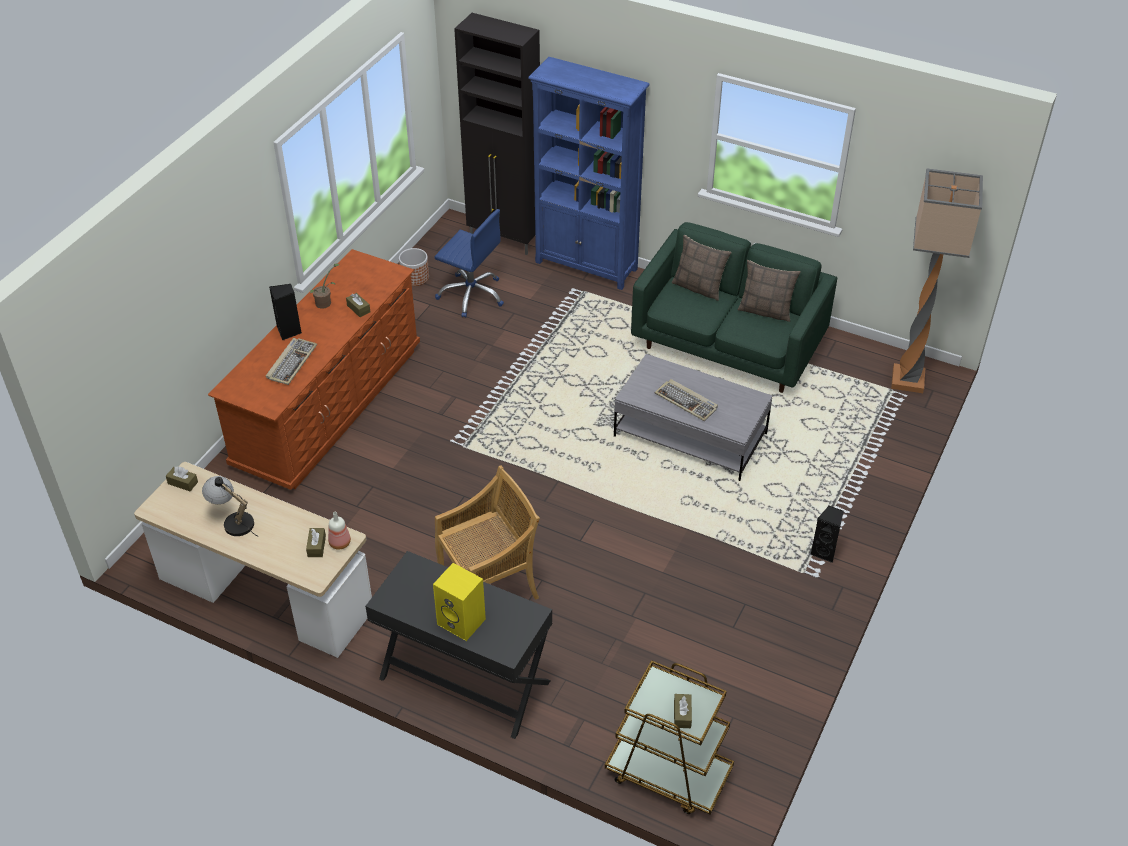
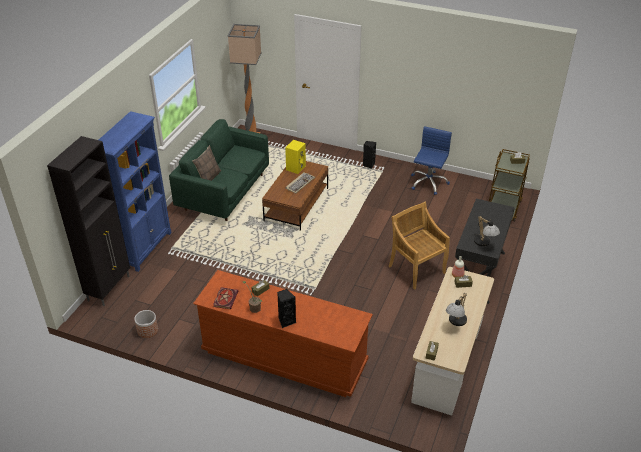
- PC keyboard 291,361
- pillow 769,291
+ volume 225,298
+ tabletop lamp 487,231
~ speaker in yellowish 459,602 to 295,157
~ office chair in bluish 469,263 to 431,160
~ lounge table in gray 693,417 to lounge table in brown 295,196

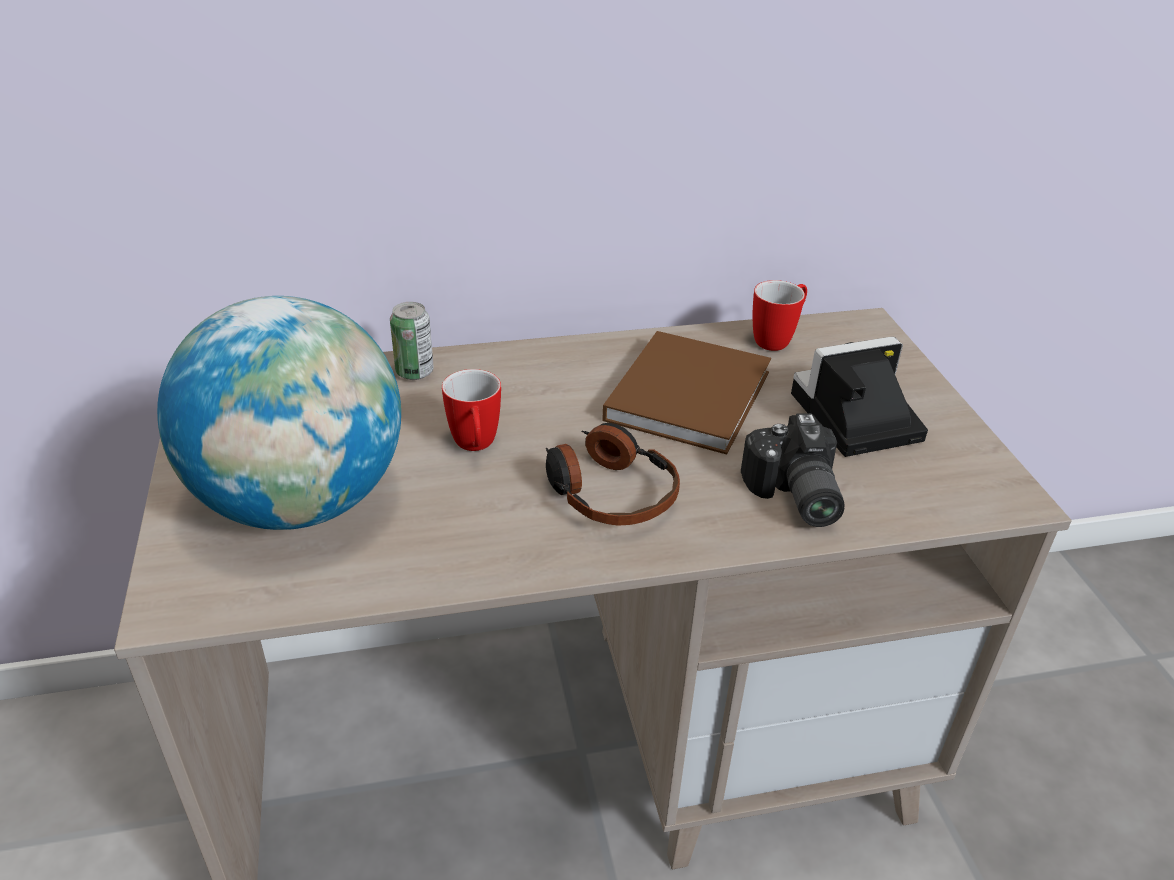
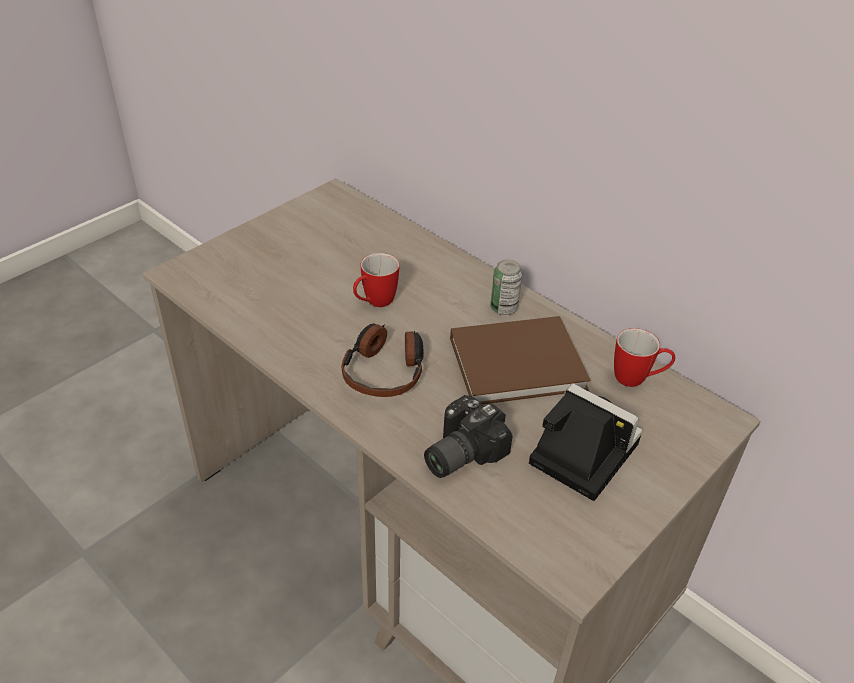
- desk globe 279,413
~ sealed can 412,341 to 506,287

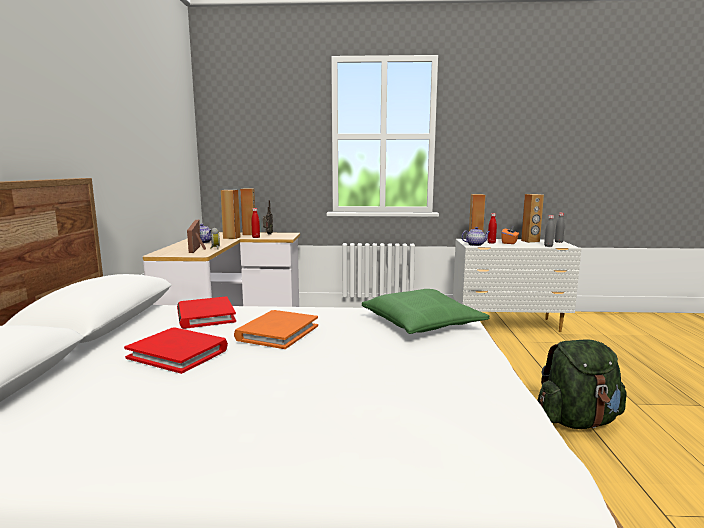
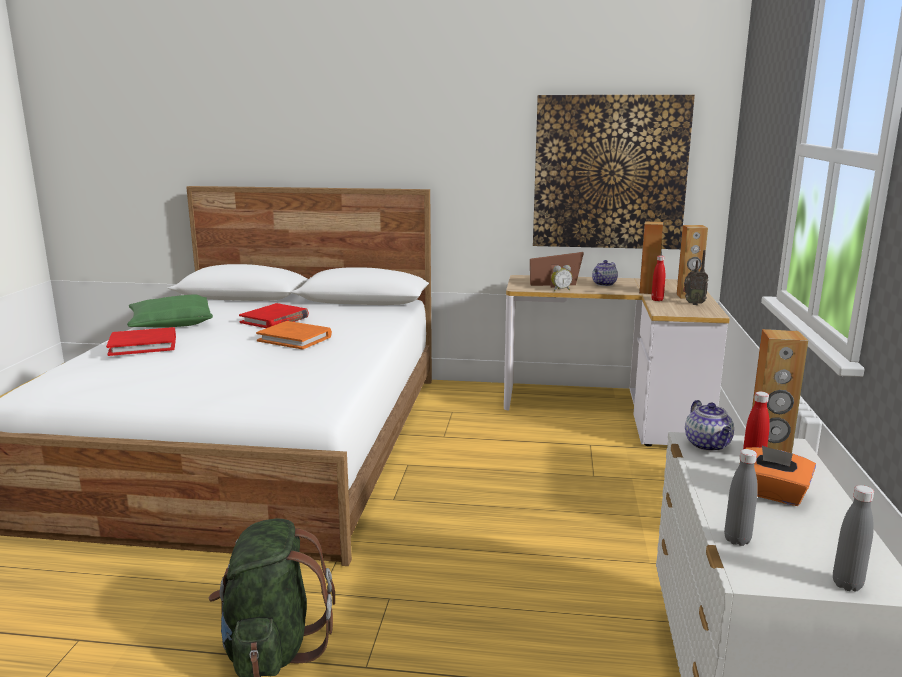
- speaker in brown 532,218
+ wall picture 614,172
~ volume in red-coloured 206,312 to 141,341
~ pillow in greenish 426,311 to 170,311

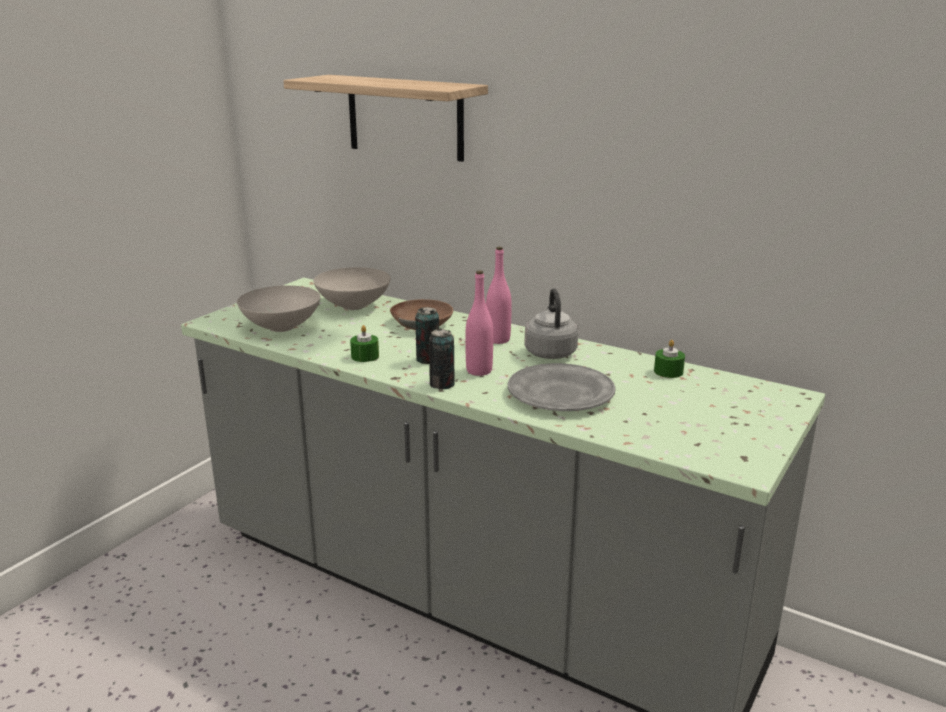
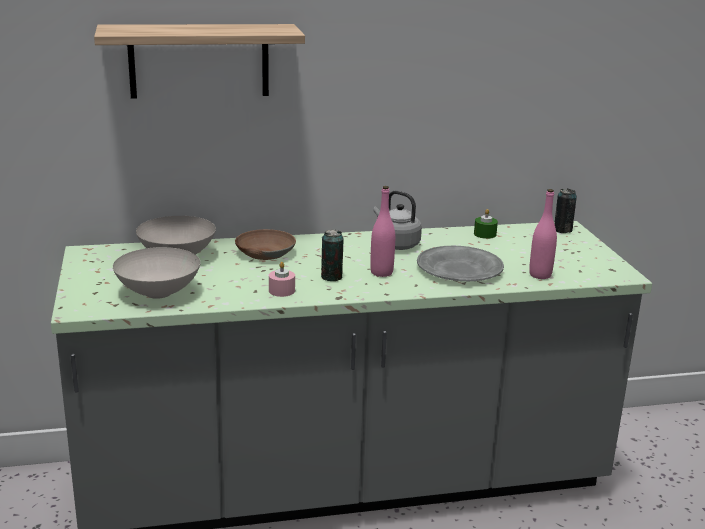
~ sealed can 442,358 to 565,210
~ drink bottle in pink 499,295 to 543,234
~ candle in greenish 364,343 to candle in pink 282,279

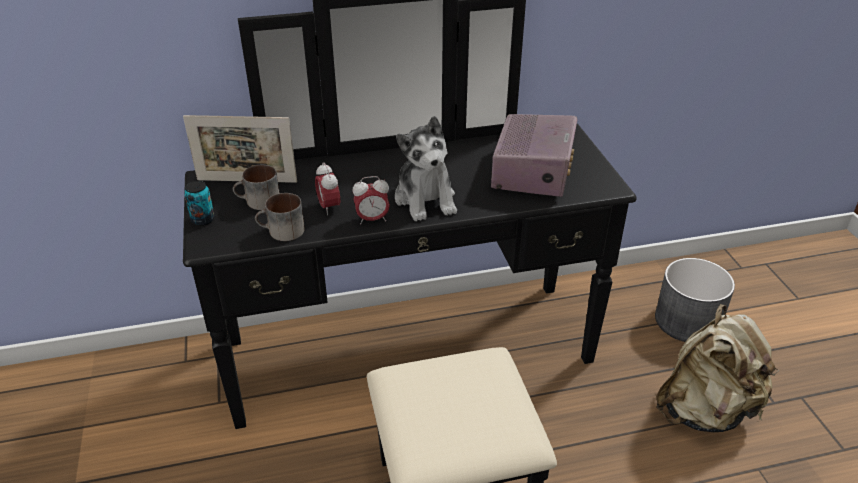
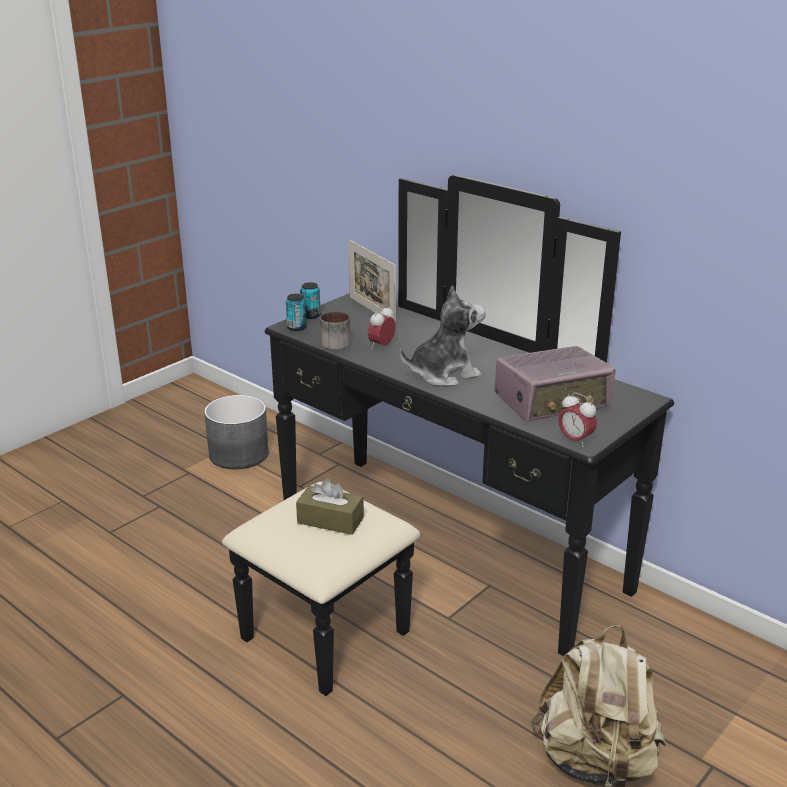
- coffee mug 256,187
+ sealed can 296,312
+ box of tissues in brown 330,506
~ alarm clock 371,200 to 578,419
~ flower pot in gray 695,300 to 236,432
~ plush toy 426,168 = 442,336 150 degrees counterclockwise

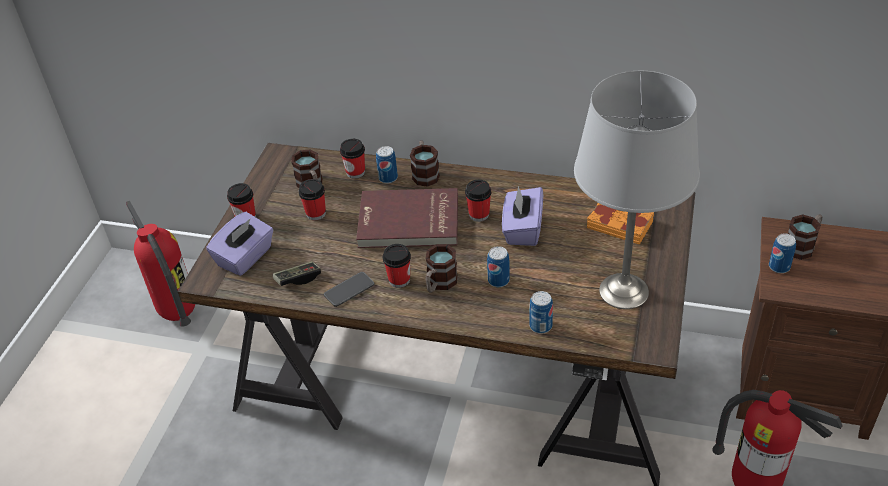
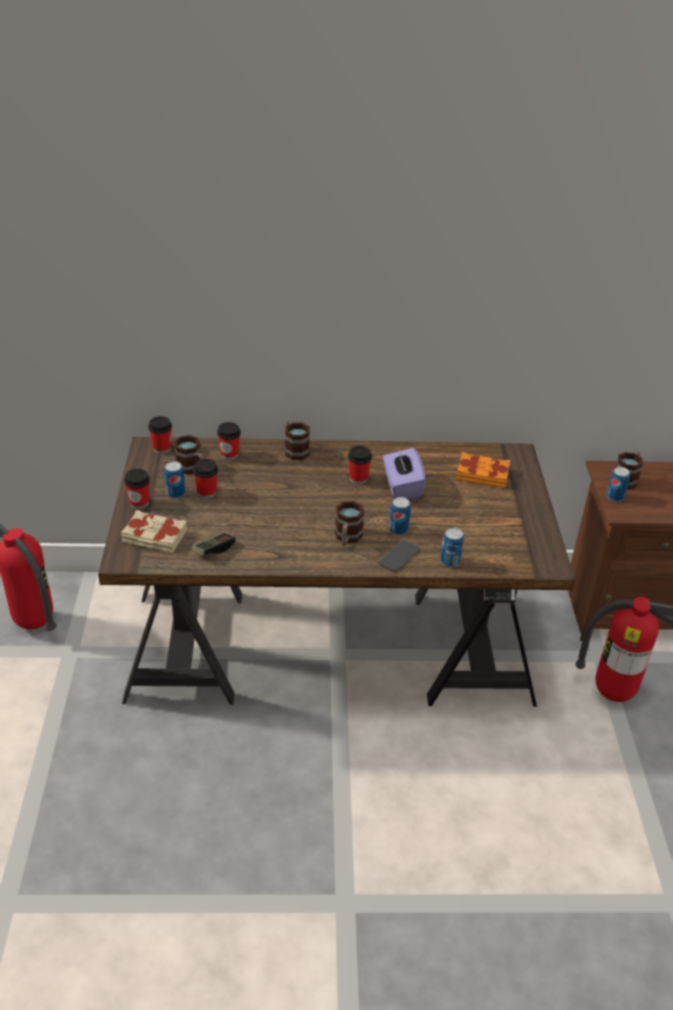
- volume in red-coloured 407,218
- tabletop lamp in gray 637,190
~ phone 349,289 to 399,556
~ sealed can 387,165 to 174,480
~ small cup 397,266 to 160,435
~ box of tissues in purple-coloured 239,244 to volume in sand-coloured 154,531

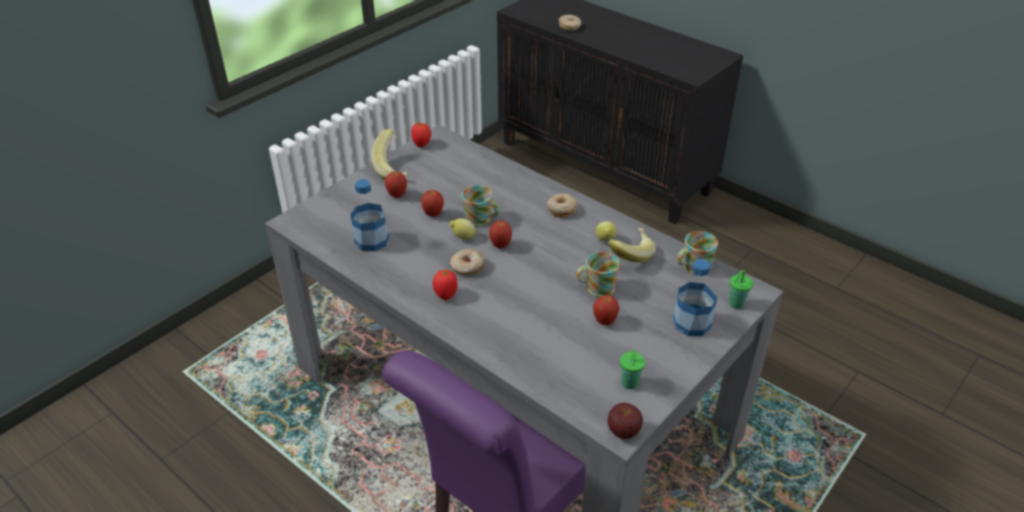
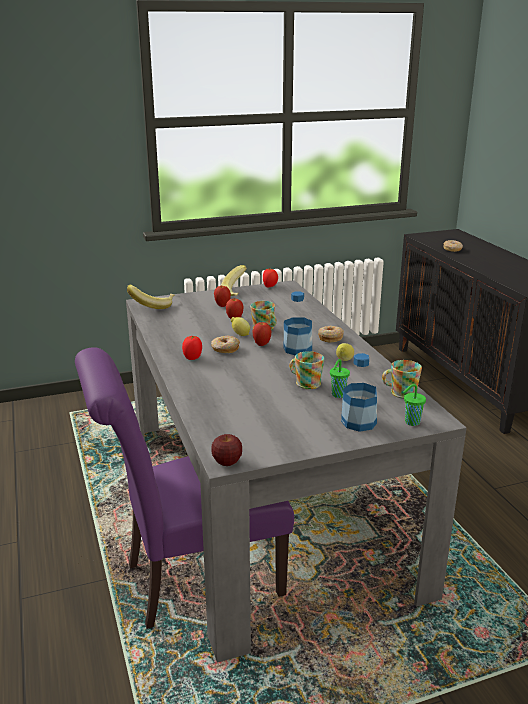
- apple 606,310
~ drink bottle 369,215 to 298,323
~ banana 632,245 to 151,297
~ small cup in greenish 632,369 to 340,378

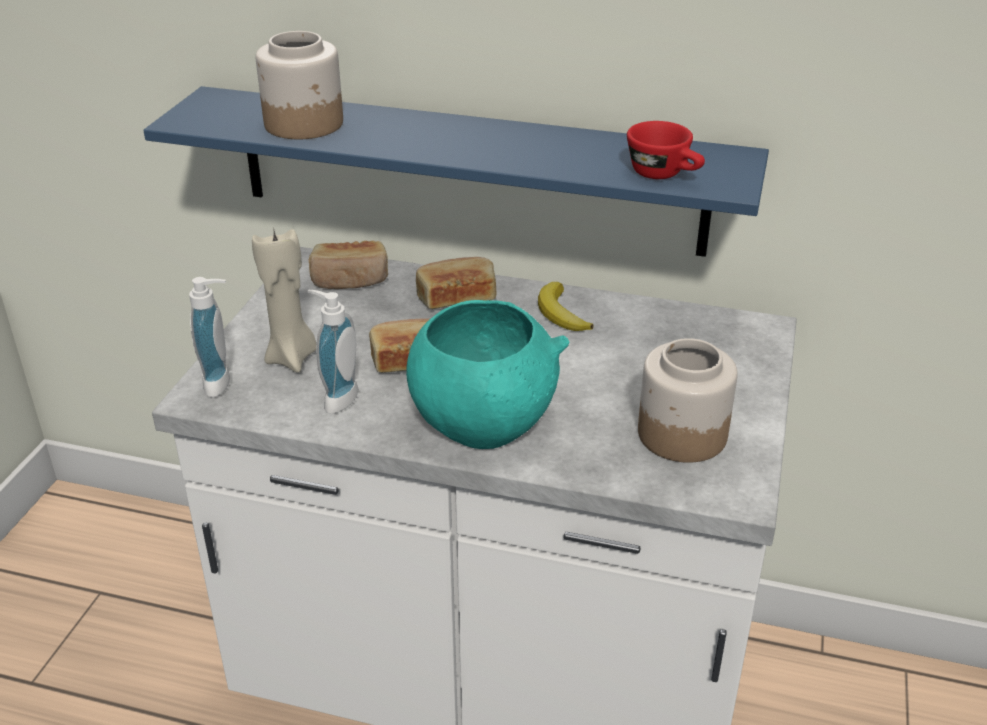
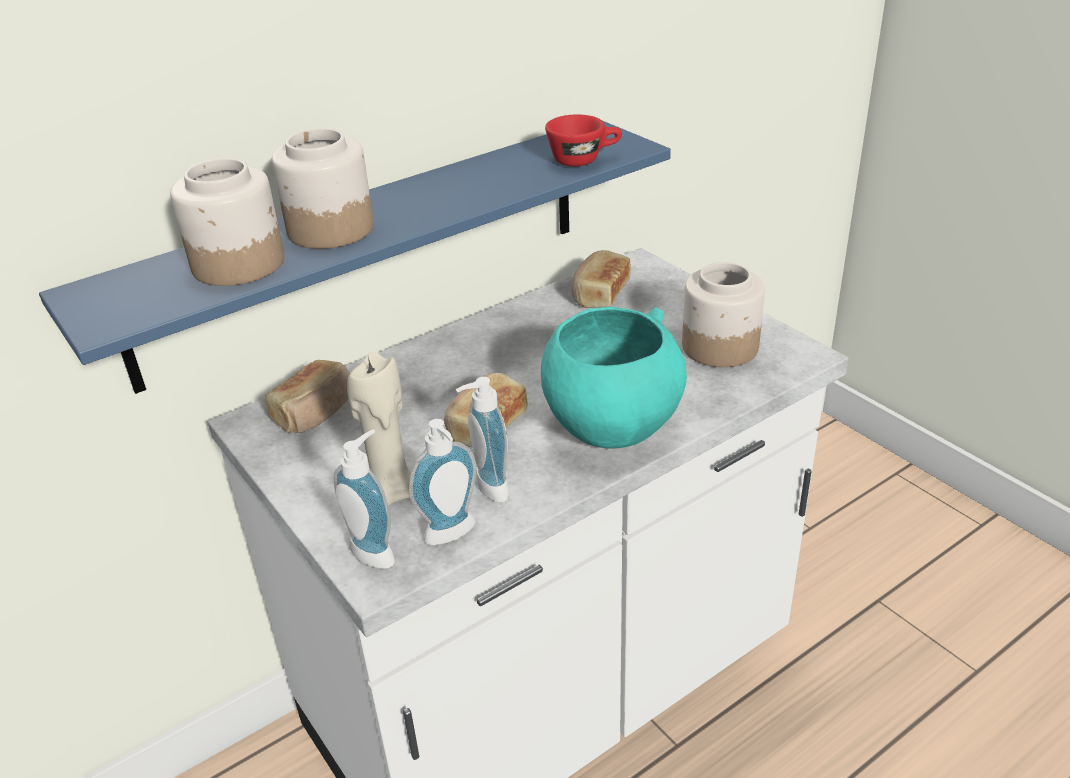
- banana 566,306
+ jar 323,188
+ soap bottle 442,482
~ bakery bread 456,283 to 601,279

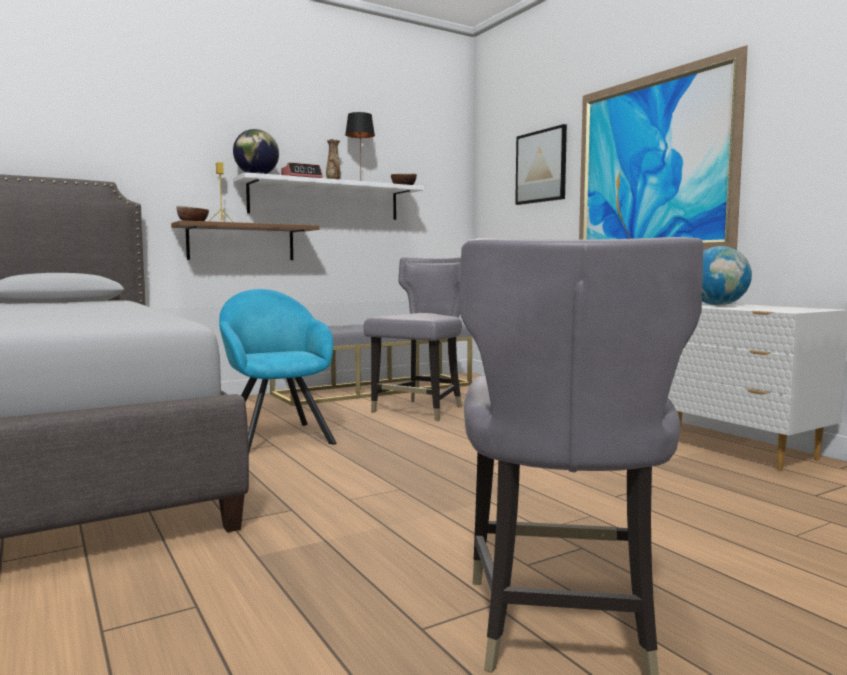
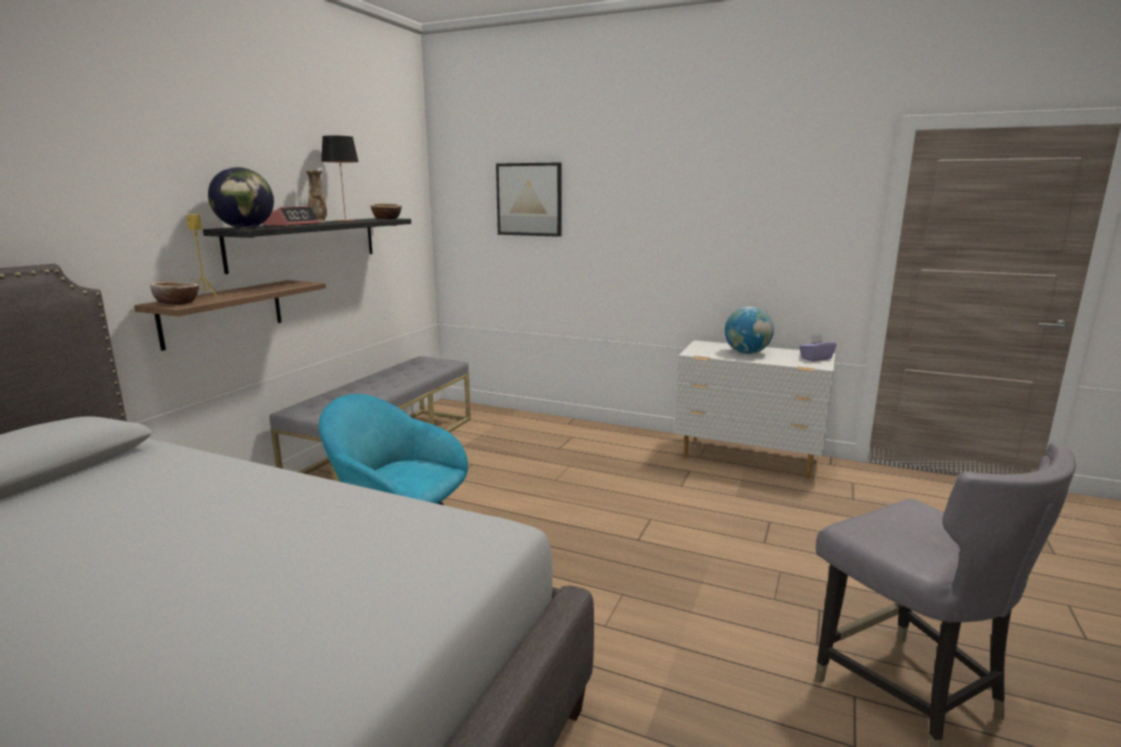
- plain chair in gray 412,339
- wall picture 663,148
+ box of tissues in purple-coloured 817,348
~ wall shelf in whitish 328,196 to wall shelf in blackish 307,246

